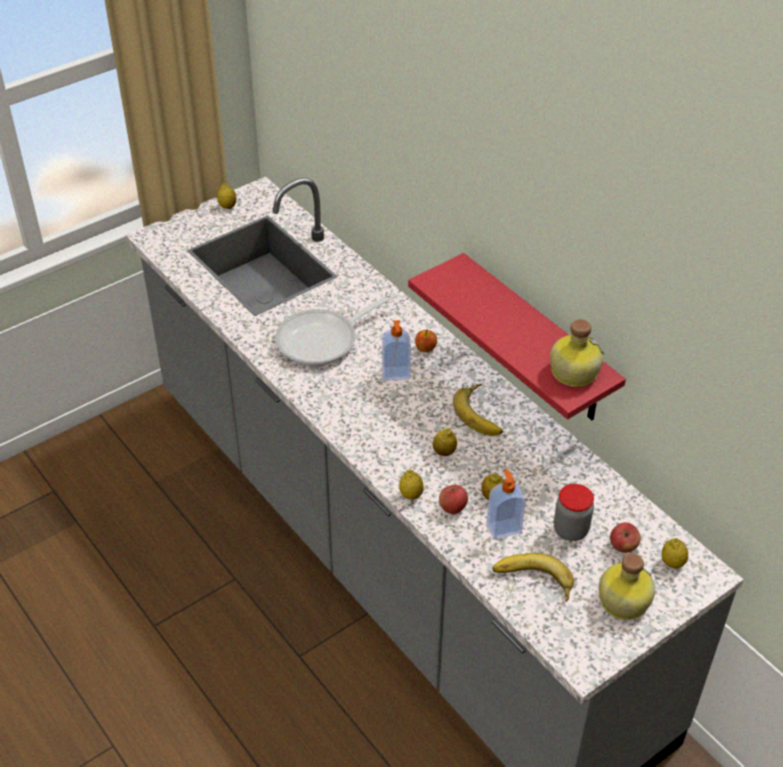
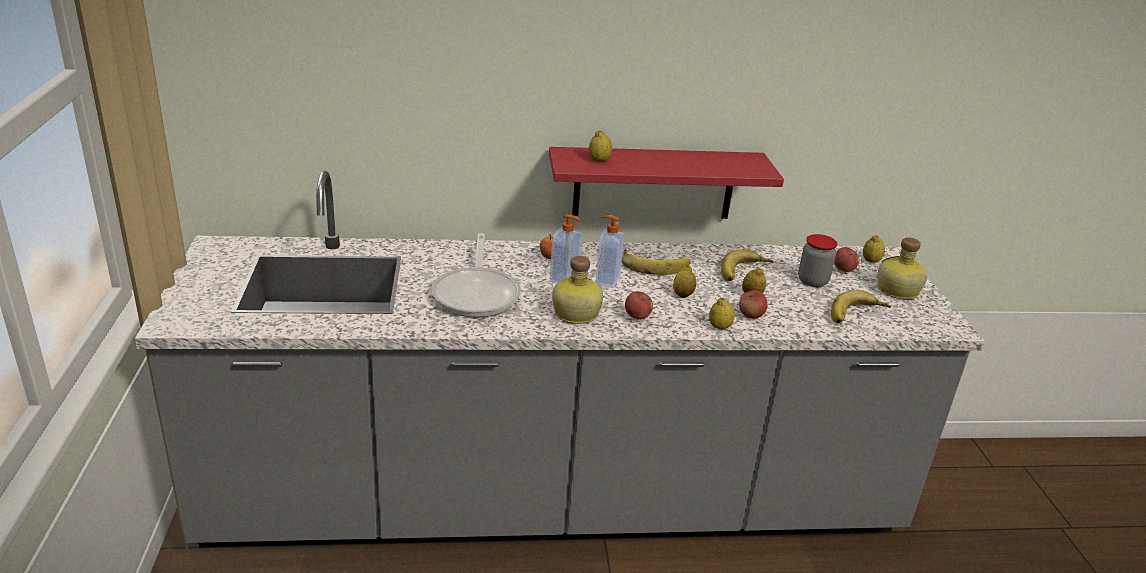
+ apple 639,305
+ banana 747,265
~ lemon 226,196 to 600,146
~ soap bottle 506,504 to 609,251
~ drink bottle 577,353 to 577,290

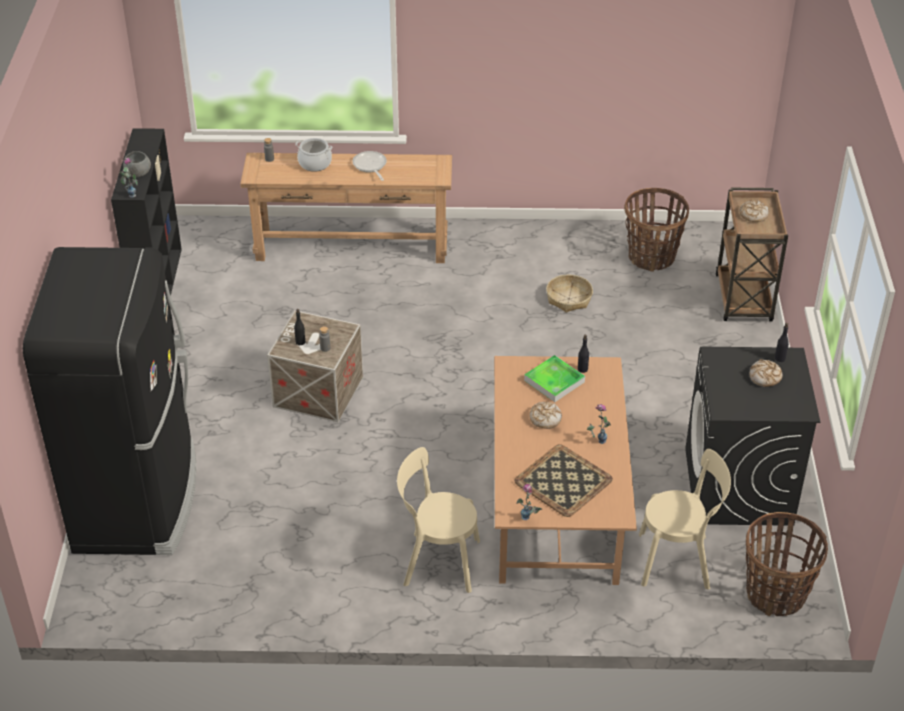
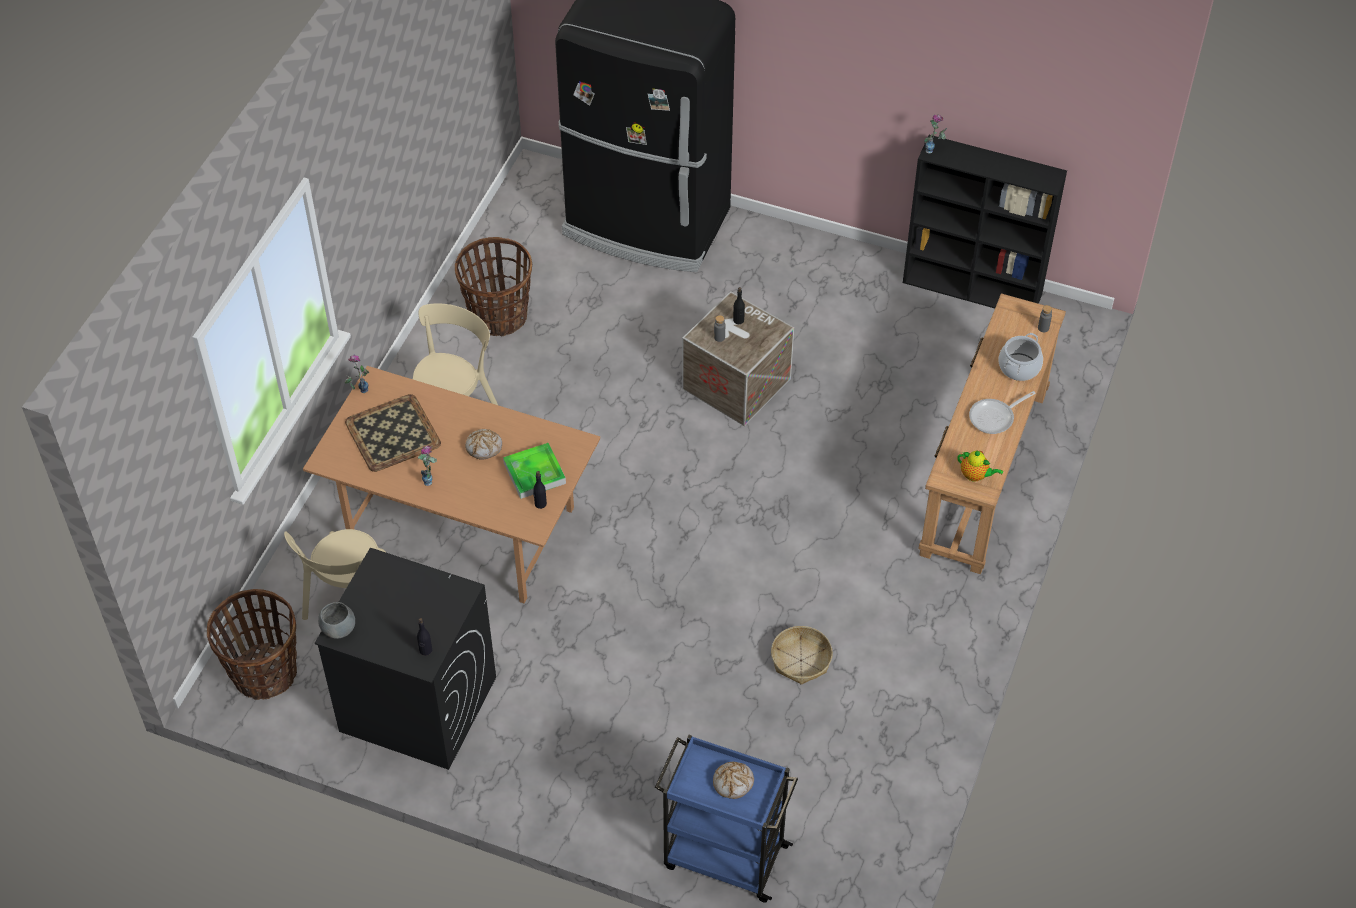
- bakery bread 766,373
+ tea pot 980,466
~ deep dish in gray 137,164 to 336,620
~ basket 656,230 to 493,287
~ wheeled cart in brown 751,255 to wheeled cart in bluish 726,819
~ pan 369,166 = 1002,412 150 degrees clockwise

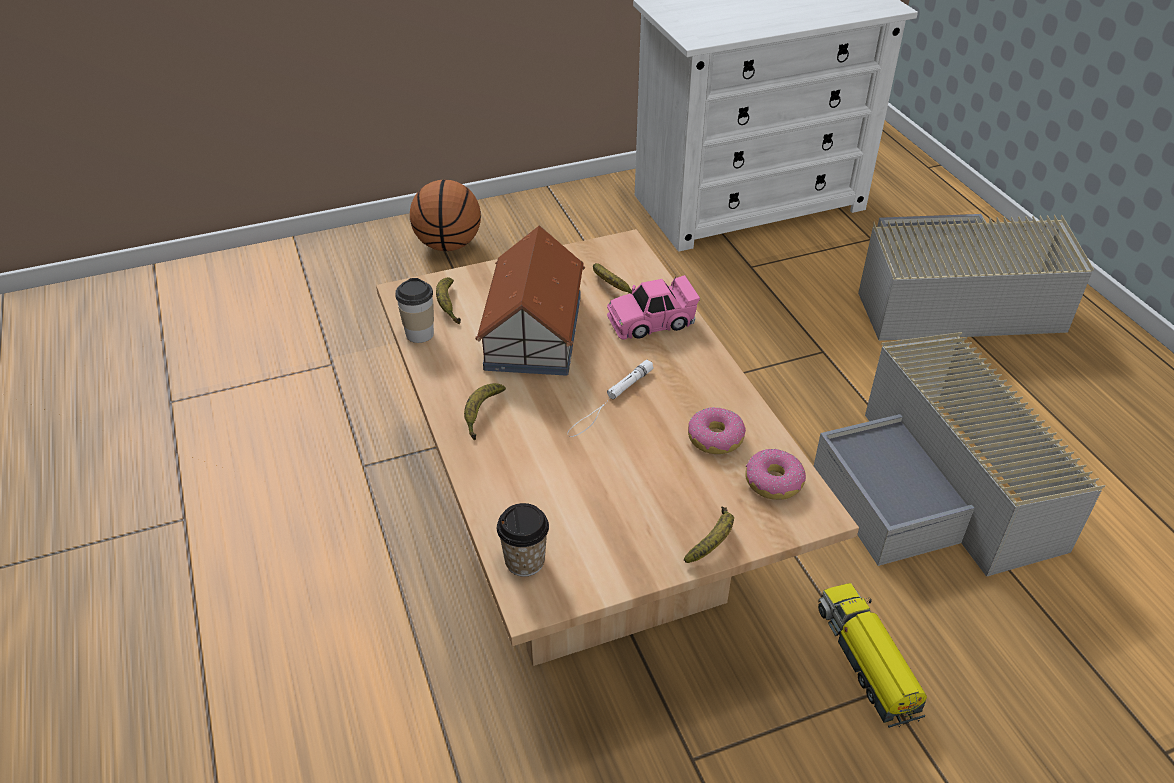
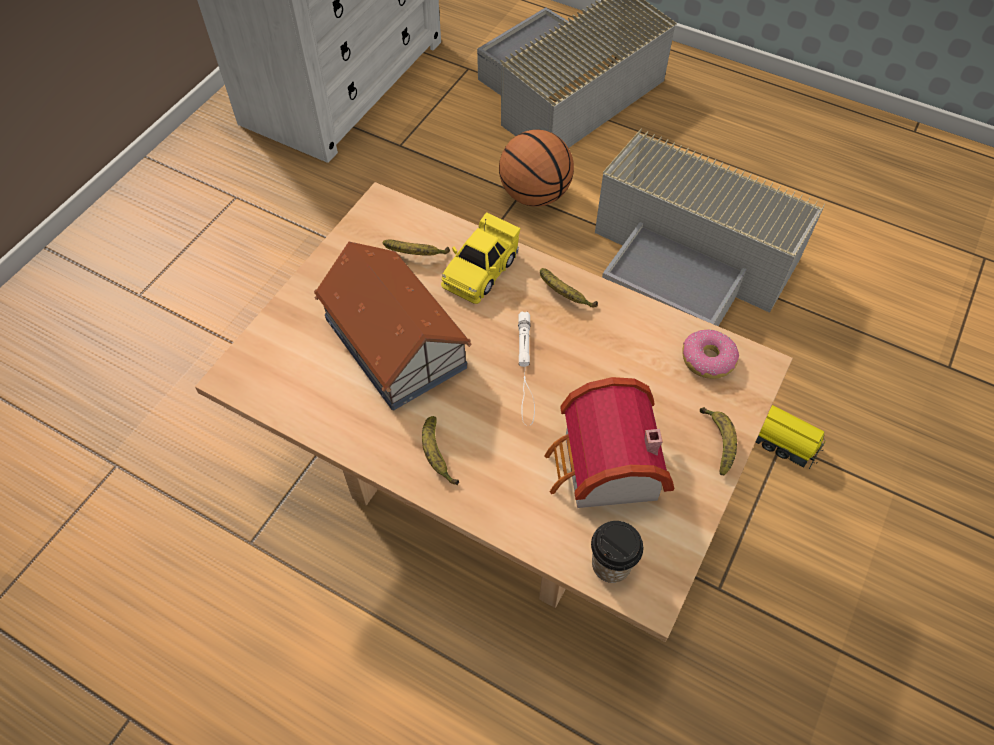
- small cup 414,310
- donut 717,430
+ model house 610,442
~ basketball 445,215 to 536,168
~ banana 448,300 to 569,287
~ model car in pink 653,307 to model car in yellowish 480,258

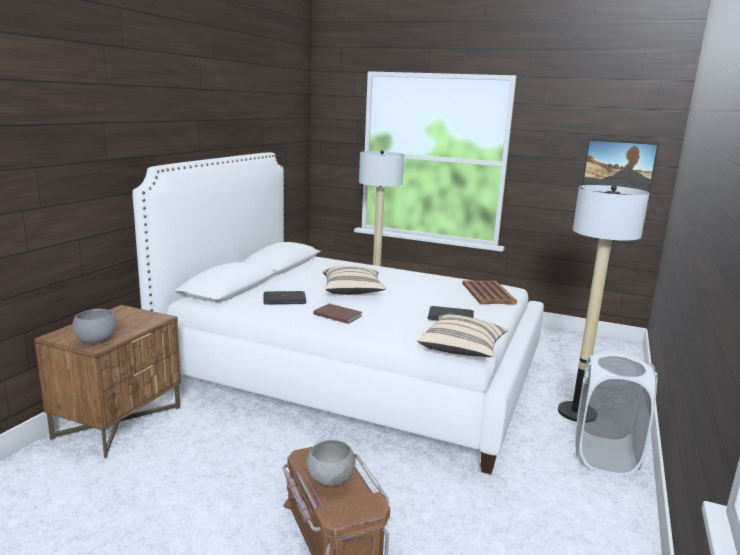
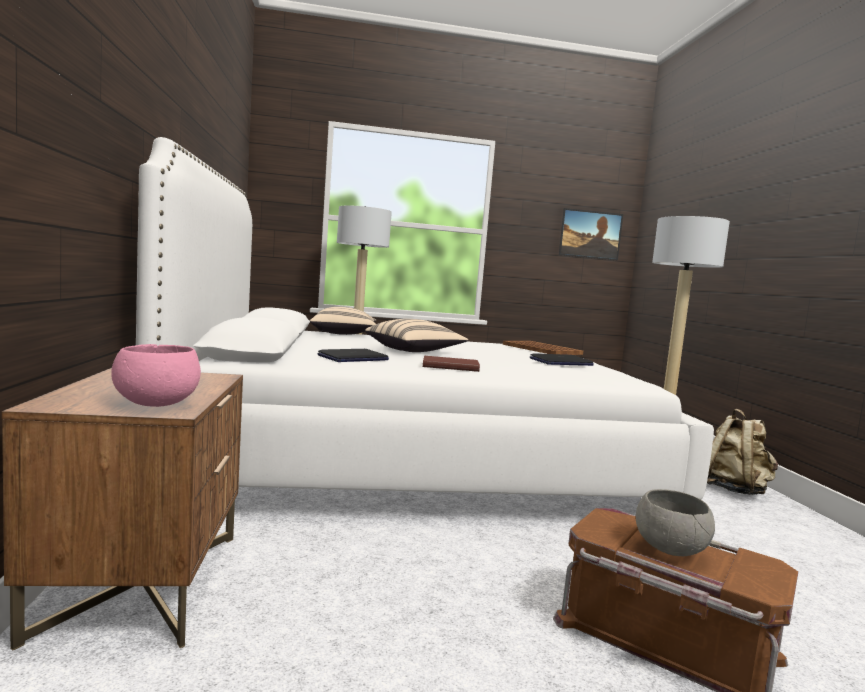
~ pillow in sand-coloured 462,335 to 343,321
~ hamper in whitish 616,412 to rucksack in sand-coloured 742,452
~ deep dish in gray 94,326 to deep dish in pink 156,375

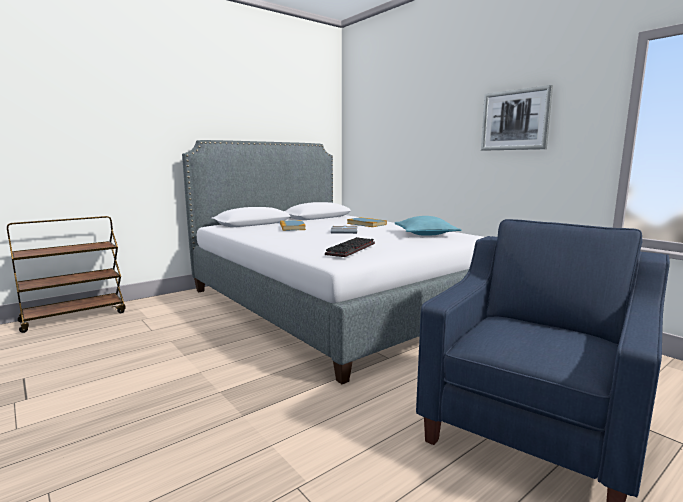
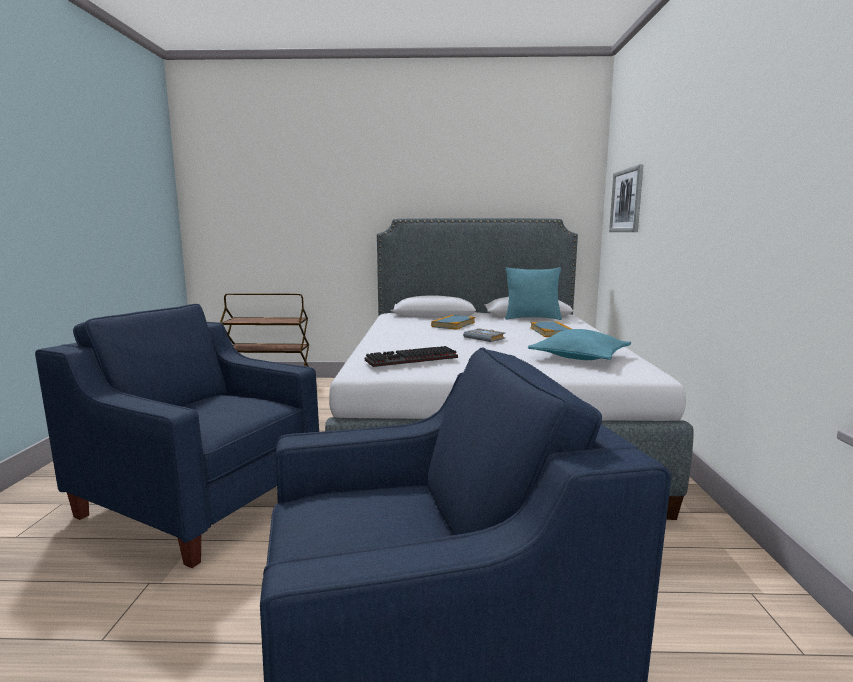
+ easy chair in bluish 177,436
+ pillow in turquoise-coloured 533,293
~ wall picture 517,118 to 626,198

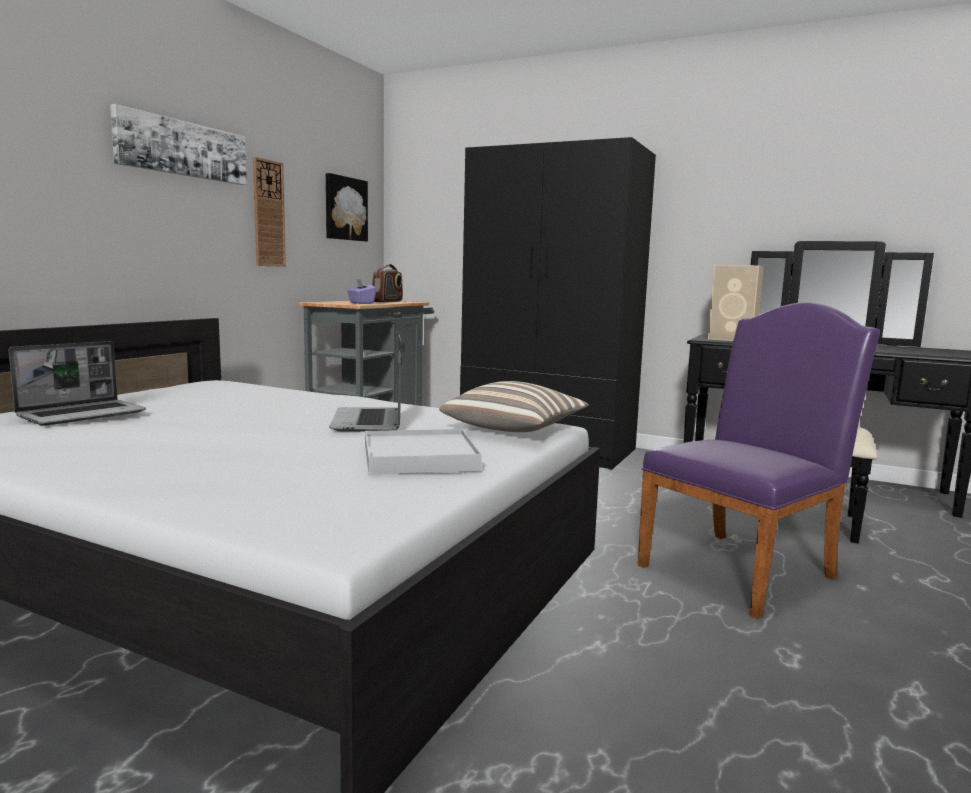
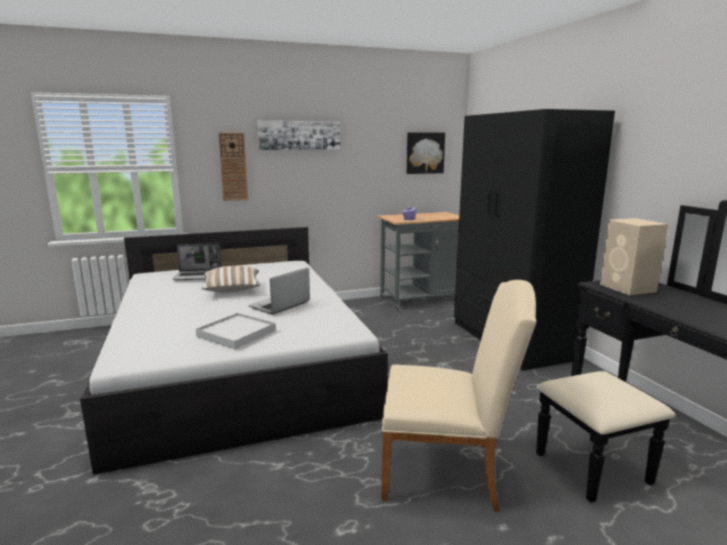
- radio set 387,283
~ hanging clock 269,212 to 233,167
~ pillow 514,406 to 231,279
~ plain chair in purple-coloured 759,460 to plain chair in sand-coloured 459,396

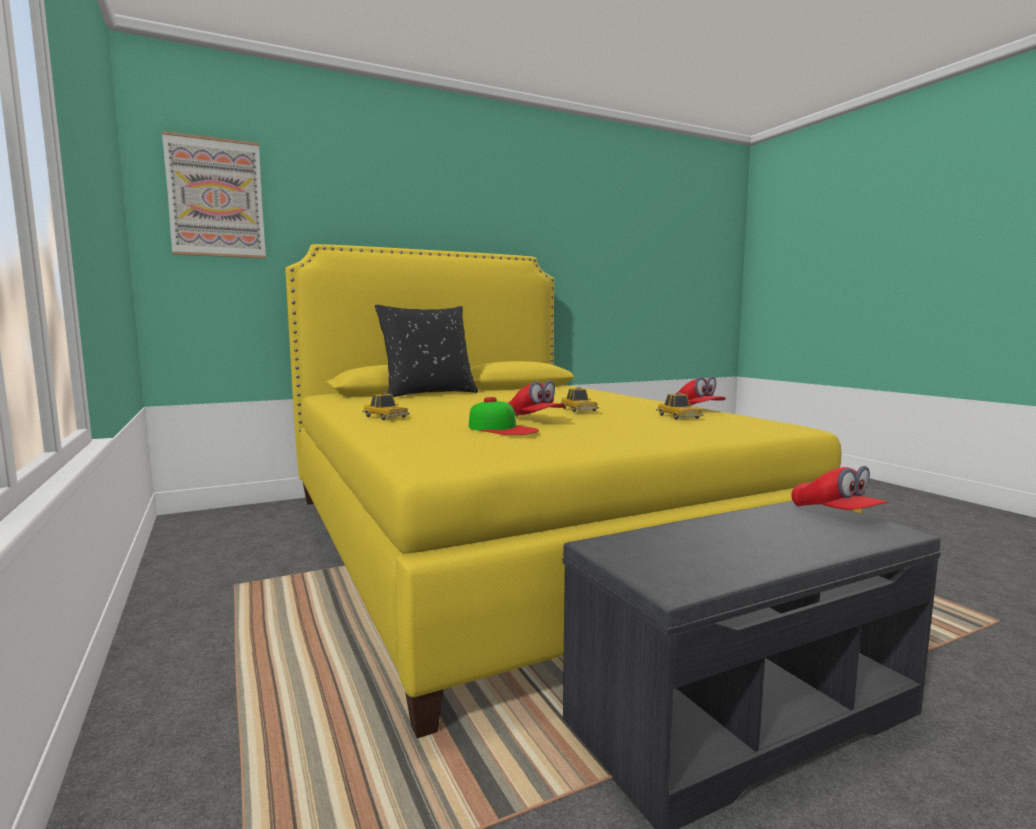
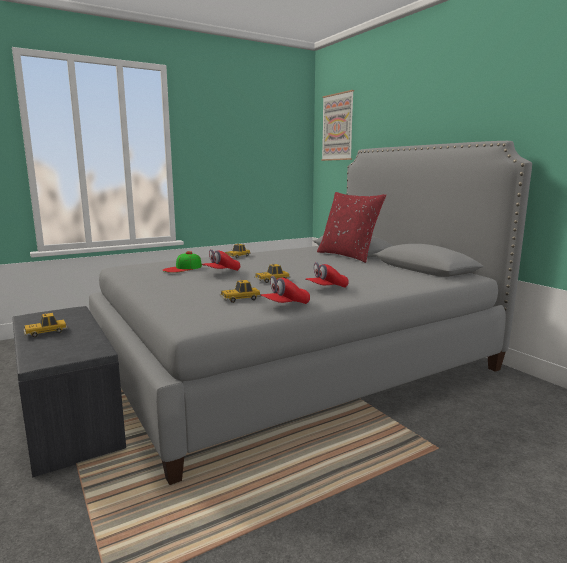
+ model car 45,325
~ cap in red-coloured 840,488 to 327,275
~ bedroom bed in yellowish 573,491 to bedroom bed in gray 310,313
~ pillow in blackish 426,351 to pillow in red-coloured 351,227

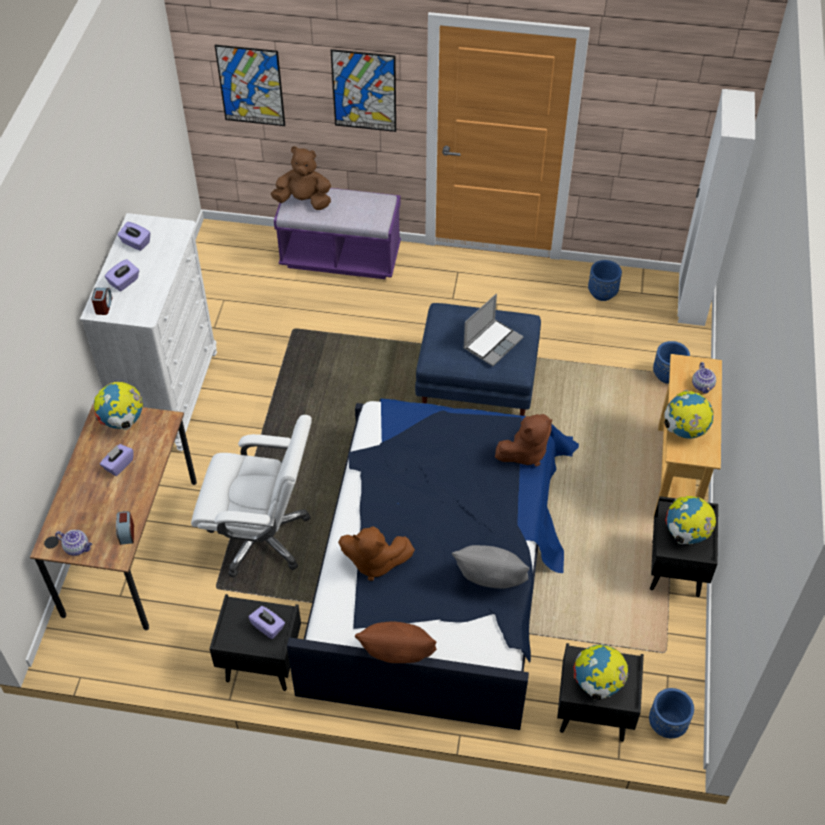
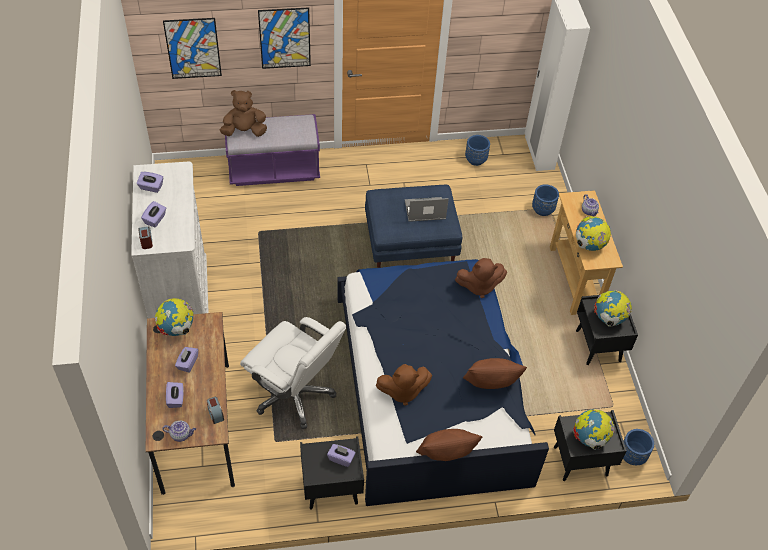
+ box of tissues in purple-coloured 174,395
~ pillow in gray 491,567 to pillow in brown 495,373
~ office chair in whitish 251,496 = 293,373 45 degrees clockwise
~ laptop 493,330 = 427,209 120 degrees counterclockwise
~ plush toy in brown 523,440 = 481,278 45 degrees clockwise

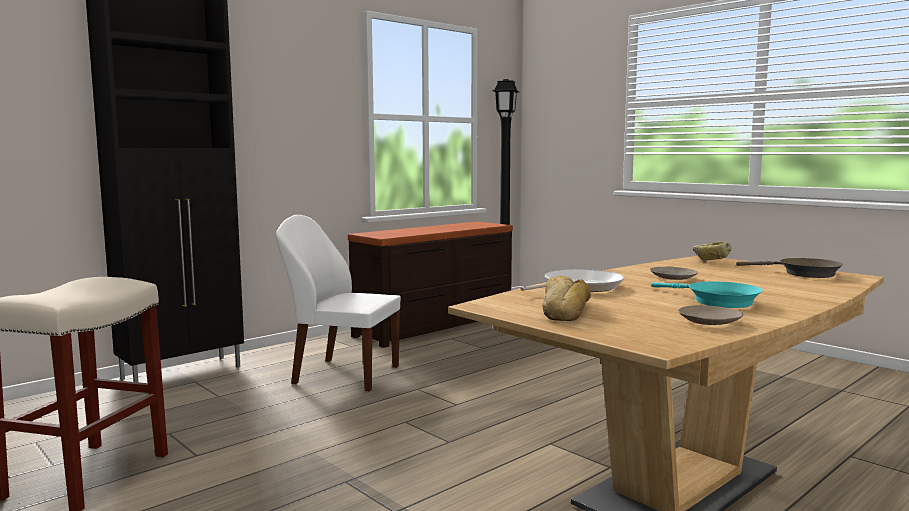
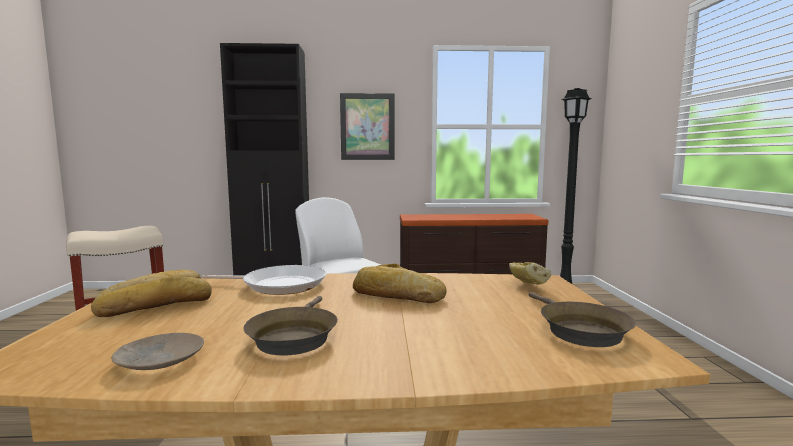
+ wall picture 367,126
~ dinner plate in sand-coloured 674,273 to bakery bread 400,283
~ pan in turquoise-coloured 707,294 to pan in brown 290,326

